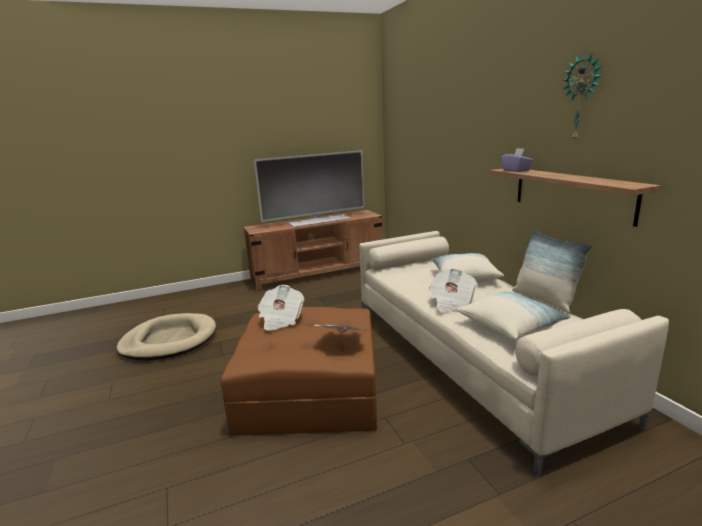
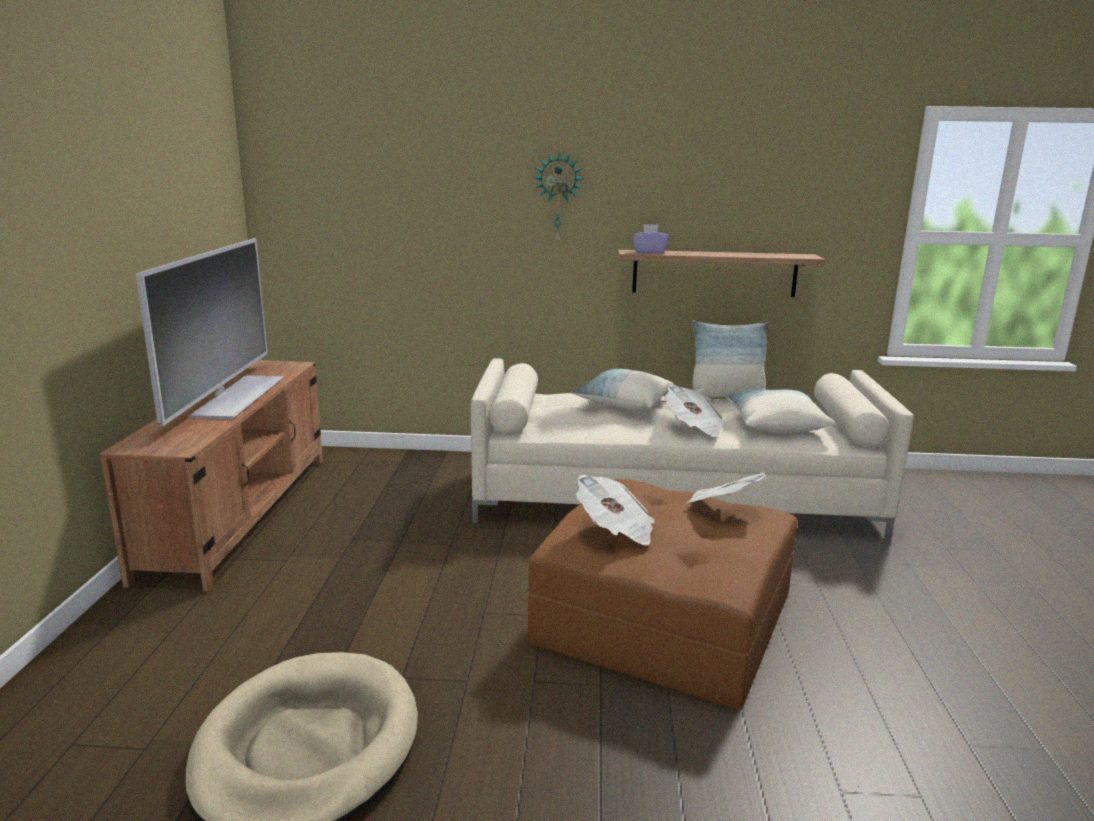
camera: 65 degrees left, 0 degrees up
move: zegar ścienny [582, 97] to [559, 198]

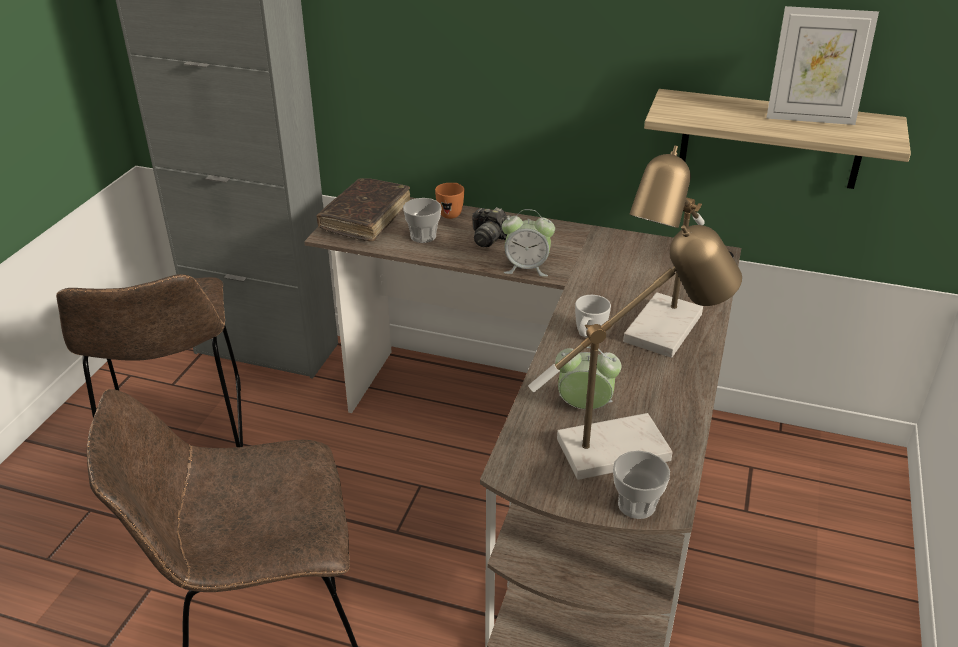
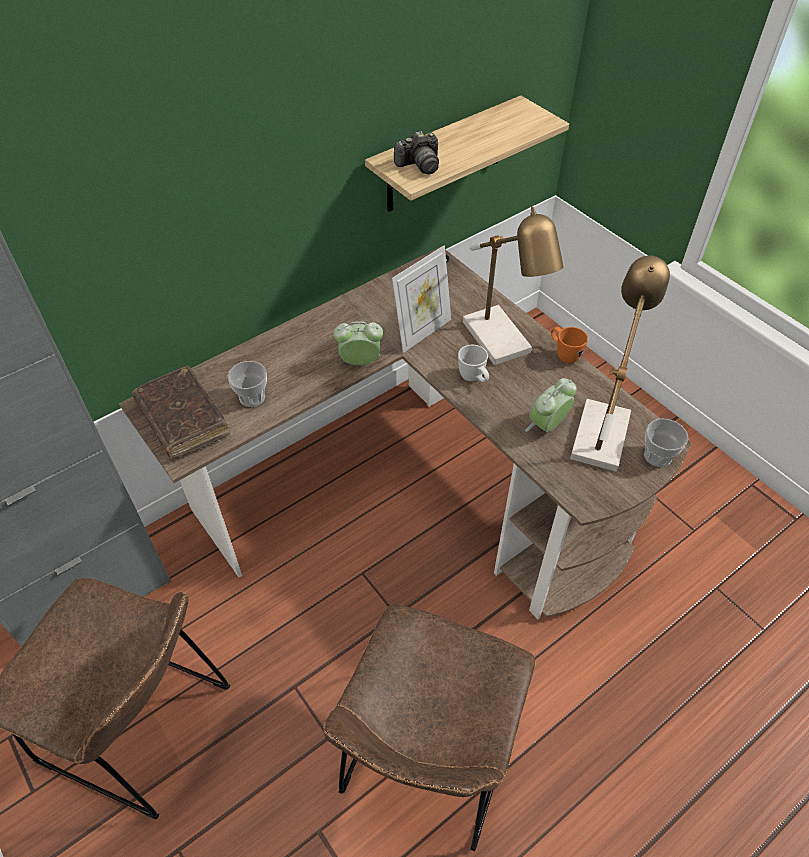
camera: 55 degrees left, 15 degrees up
move: ramka na zdjęcie [822, 65] to [421, 299]; kubek (pomarańczowy) [449, 201] to [569, 345]; aparat fotograficzny [491, 227] to [416, 152]
rotate: budzik [528, 243] = [358, 343] 135 degrees counterclockwise

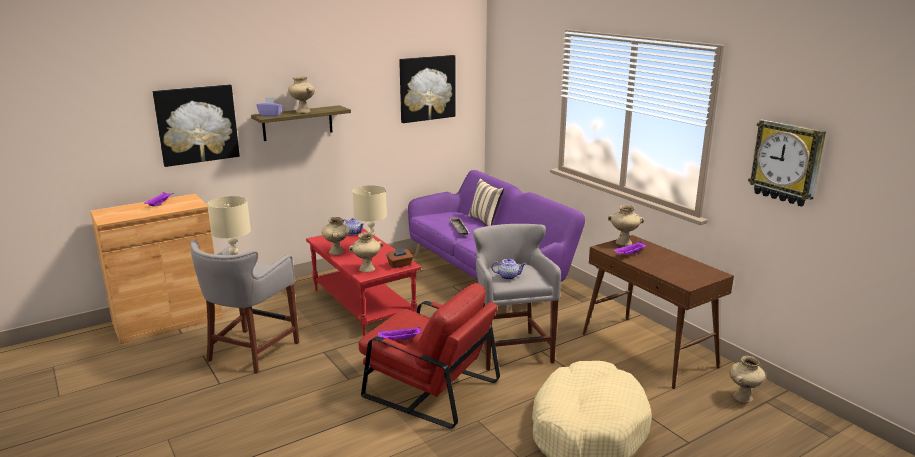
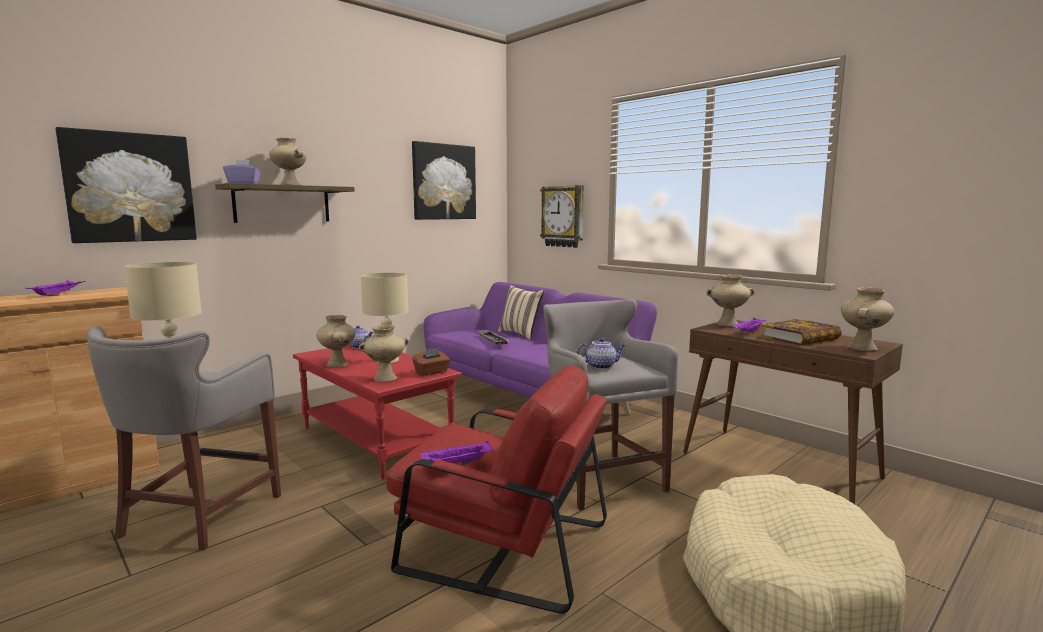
camera: 10 degrees left, 10 degrees down
insert: książka [801, 332]
move: zegar ścienny [787, 163] to [562, 216]; wazon (beżowy) [747, 379] to [868, 319]

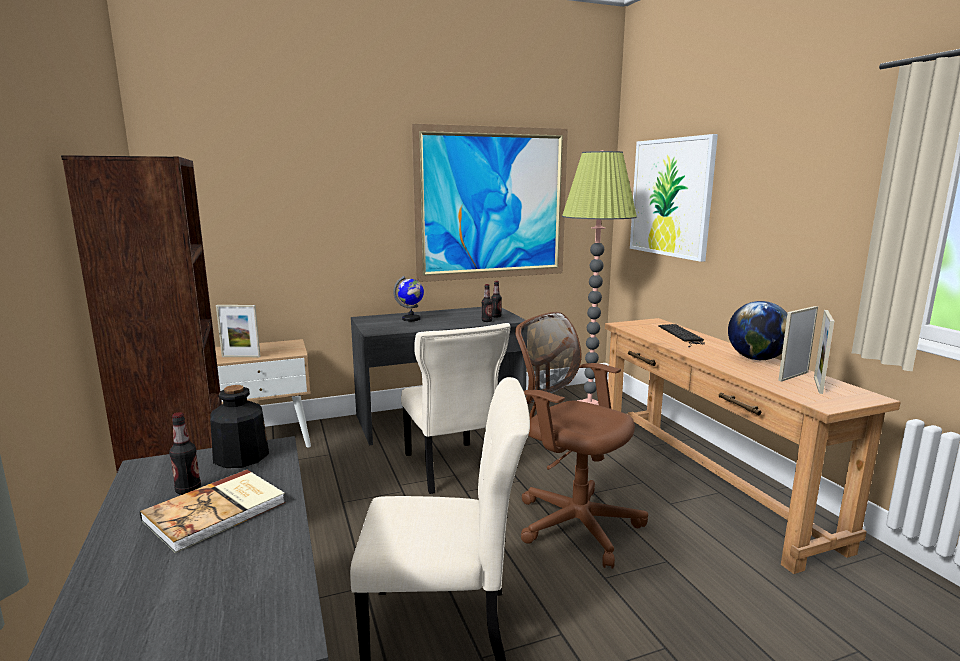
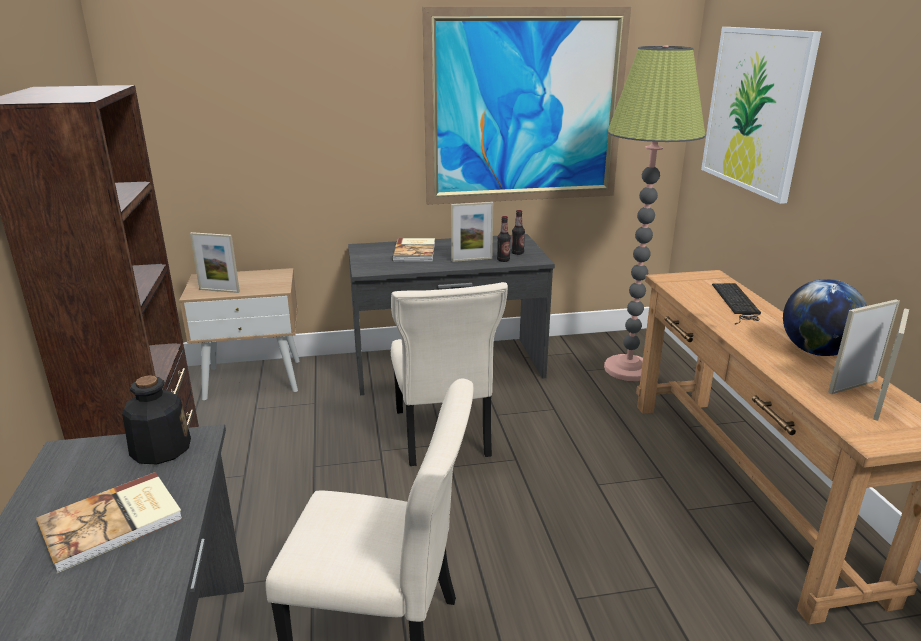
camera: 10 degrees right, 10 degrees up
delete: krzesło biurowe (brązowy) [581, 440]; butelka [185, 453]
insert: ramka na zdjęcie [472, 232]
replace: globus [408, 298] to książka [413, 249]

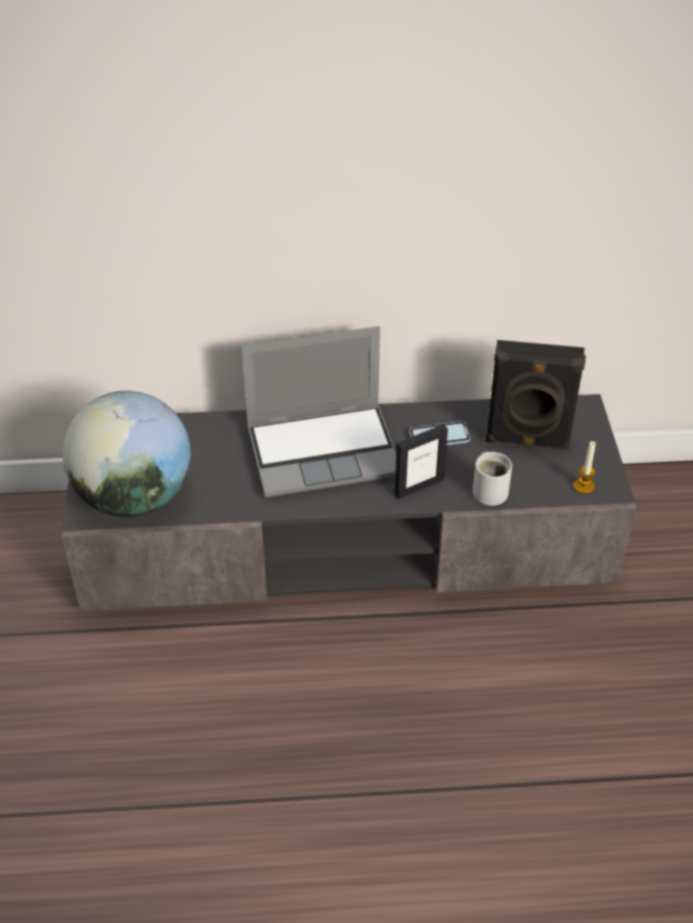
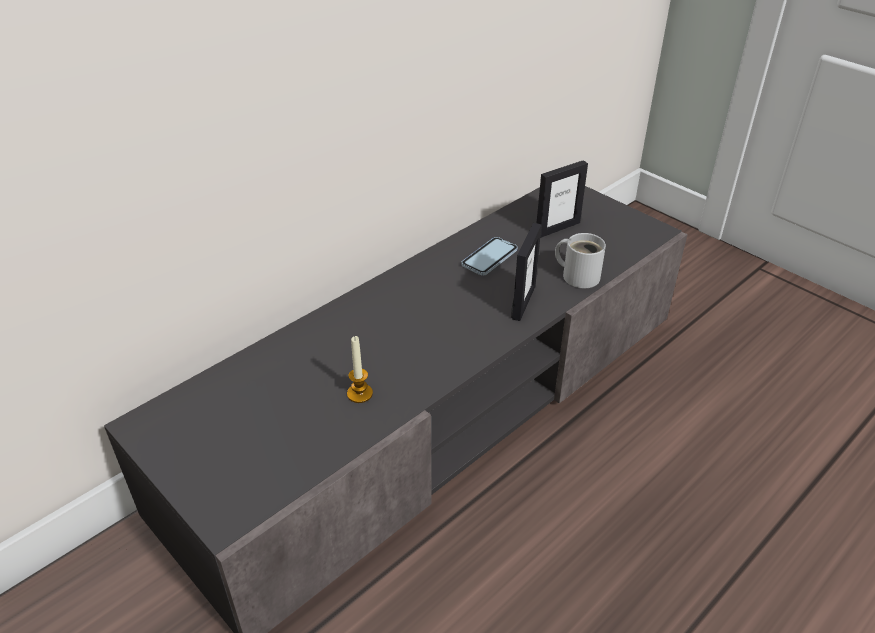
camera: 40 degrees left, 5 degrees down
delete: laptop [318, 411]; globus [127, 454]
move: świeca [585, 467] to [360, 369]
replace: głośnik (czarny) [535, 395] to ramka na zdjęcie [562, 199]

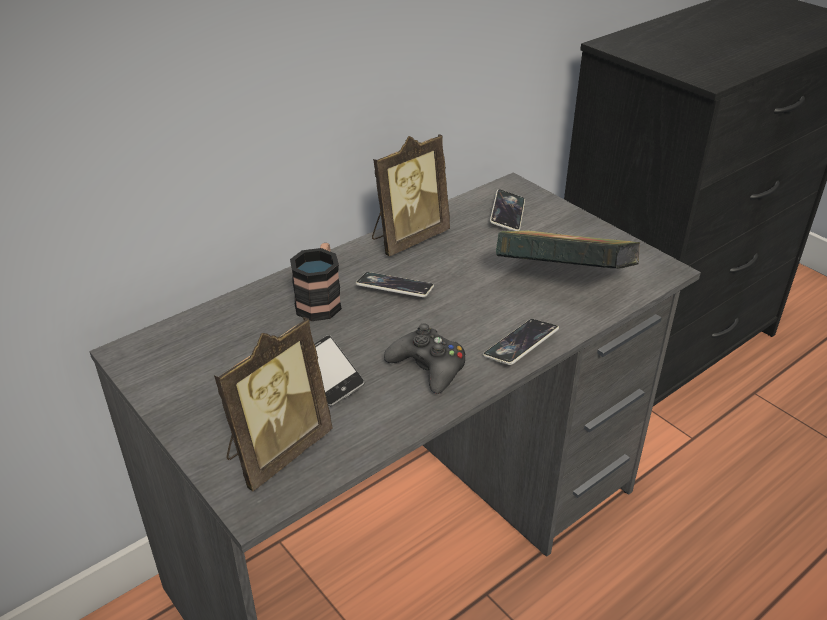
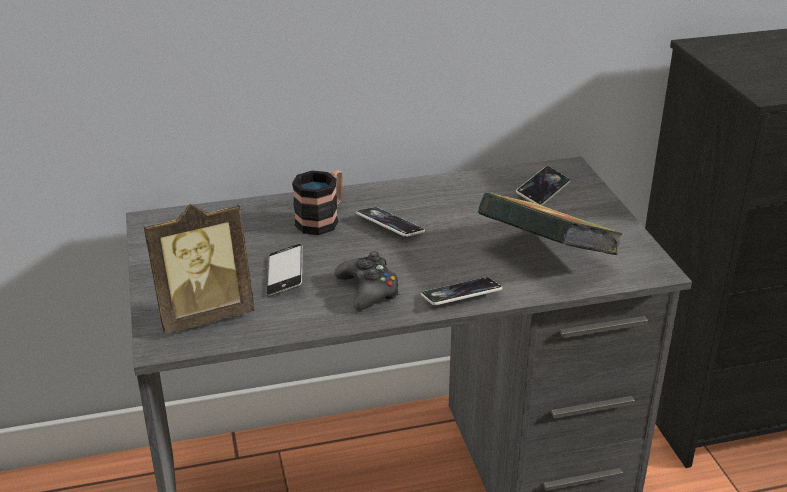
camera: 25 degrees right, 5 degrees down
delete: ramka na zdjęcie [411, 195]

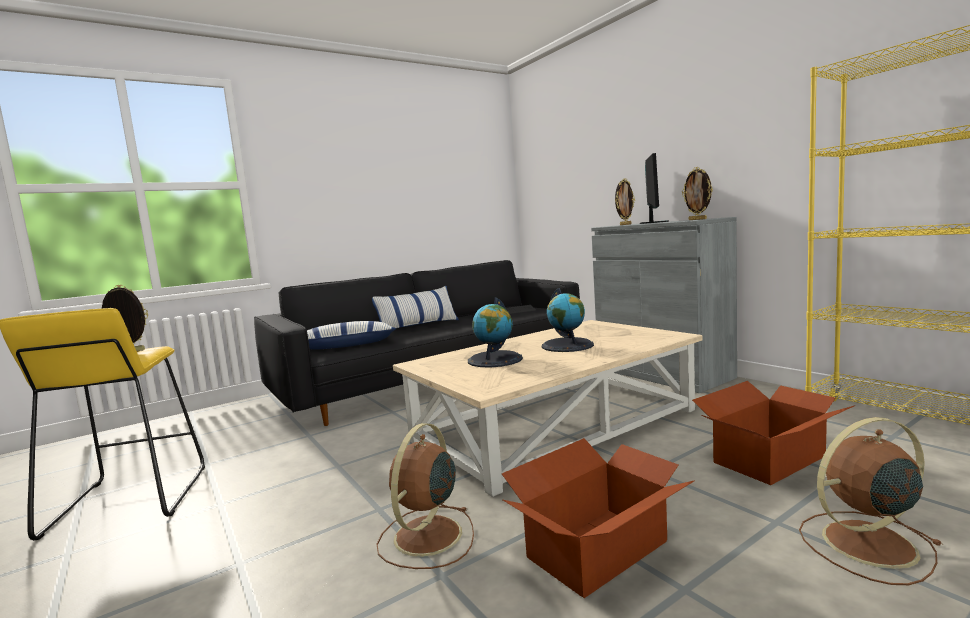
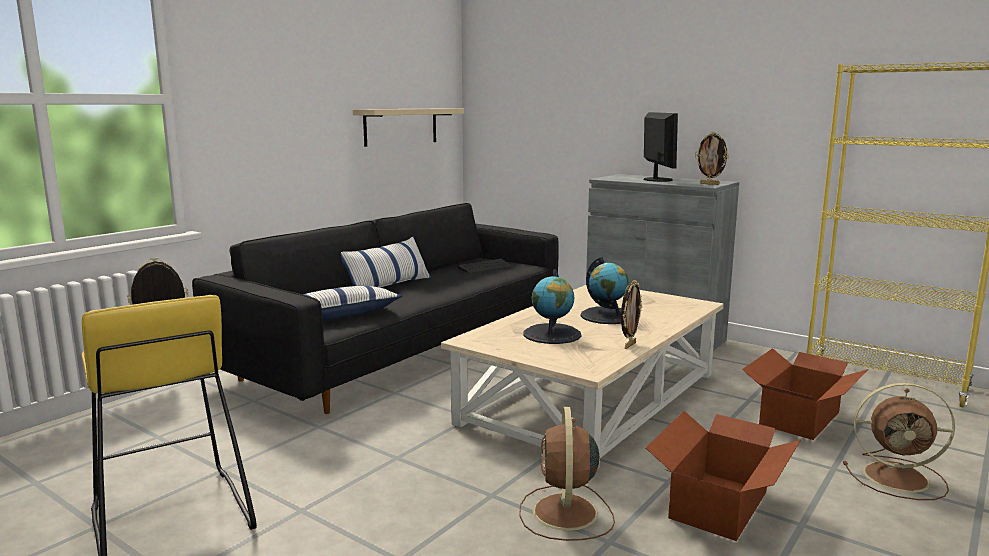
camera: 20 degrees left, 5 degrees up
insert: półka (beżowy) [408, 128]
move: ramka na zdjęcie [625, 201] to [631, 314]
rotate: wentylator (brązowy) [871, 501] = [899, 441] 135 degrees counterclockwise

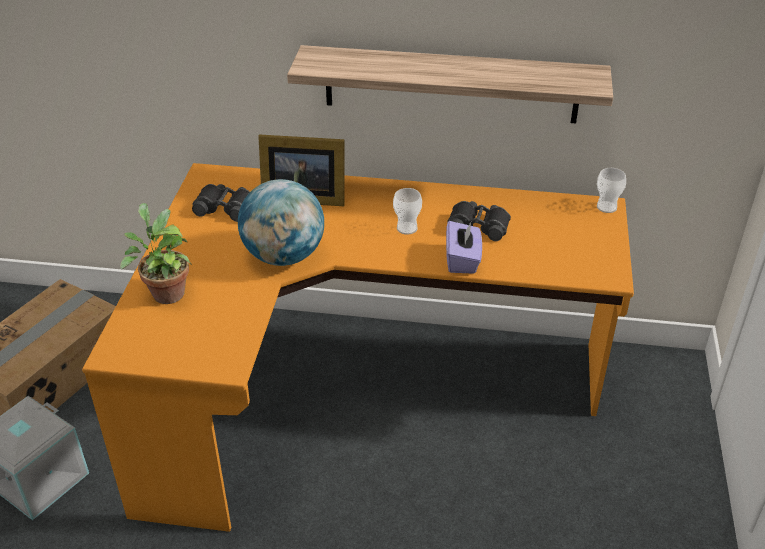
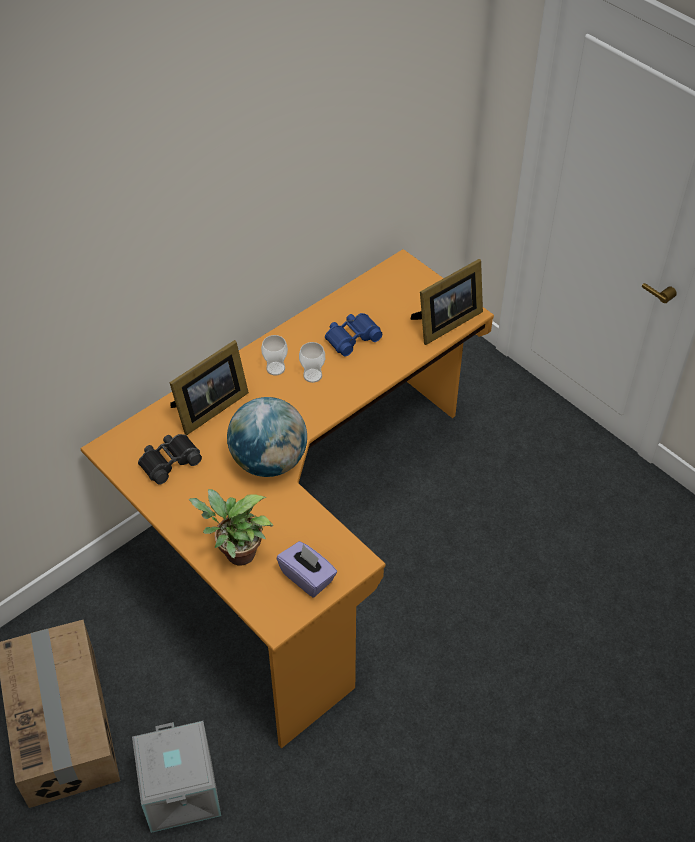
camera: 50 degrees left, 10 degrees up
delete: półka [450, 84]
insert: ramka na zdjęcie [446, 302]
move: filiżanka [611, 190] to [274, 355]; pudełko chusteczek (fioletowy) [464, 247] to [306, 569]
recolor: lornetka (czarny) [479, 221] to lornetka (niebieski) [353, 335]

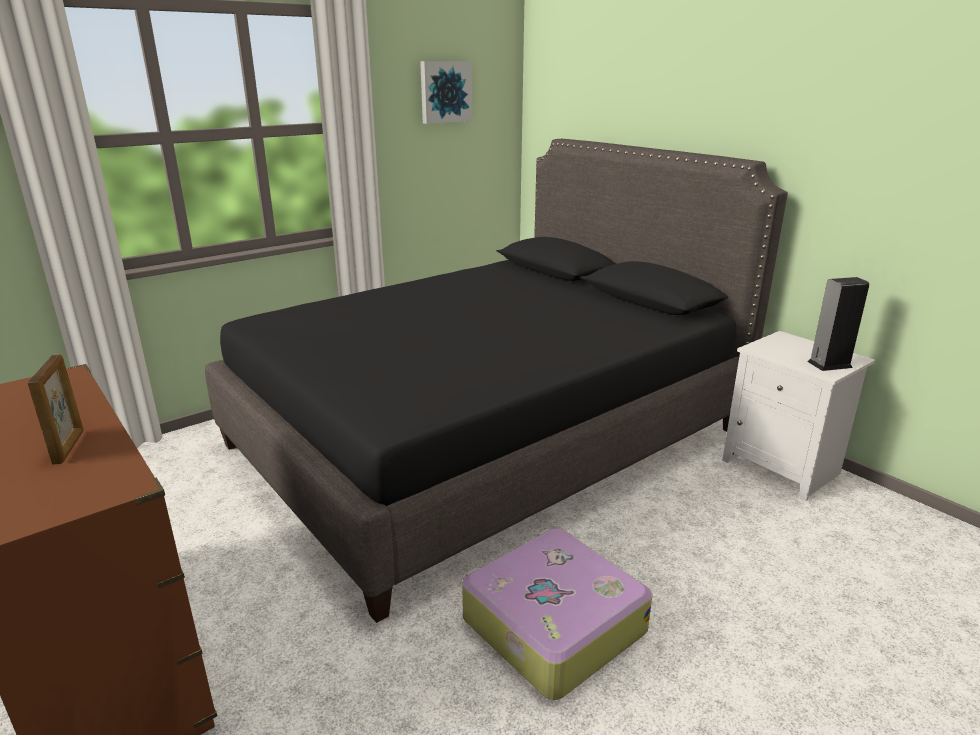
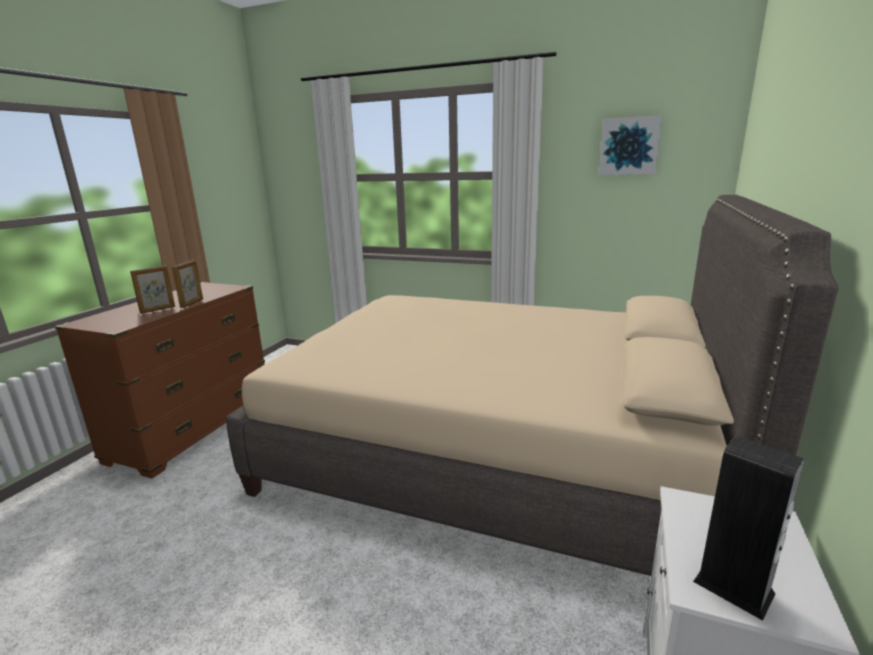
camera: 60 degrees right, 5 degrees down
delete: walizka [557, 614]
insert: ramka na zdjęcie [187, 284]
recolor: łóżko (czarny) [496, 381] to łóżko (beżowy) [532, 385]

